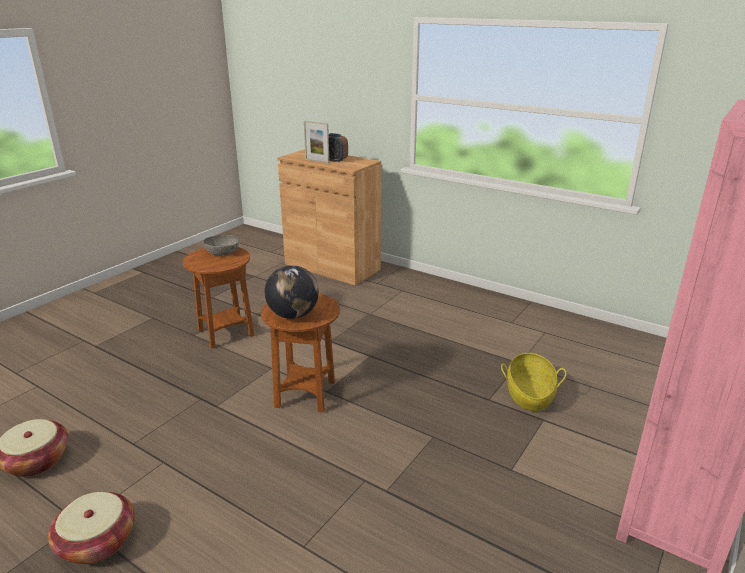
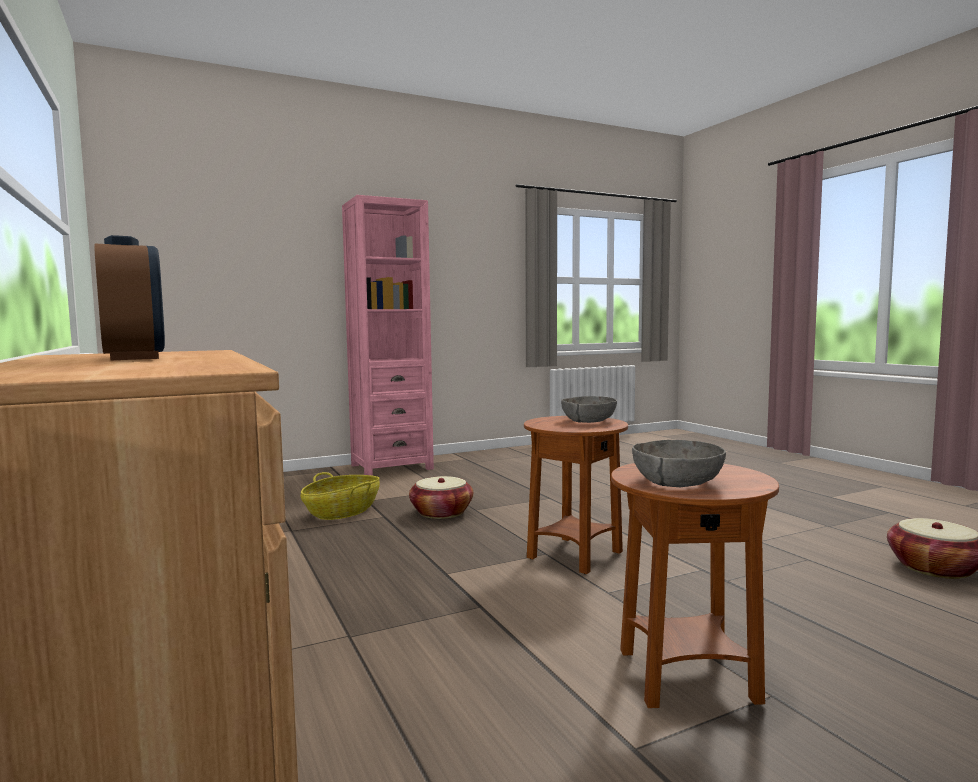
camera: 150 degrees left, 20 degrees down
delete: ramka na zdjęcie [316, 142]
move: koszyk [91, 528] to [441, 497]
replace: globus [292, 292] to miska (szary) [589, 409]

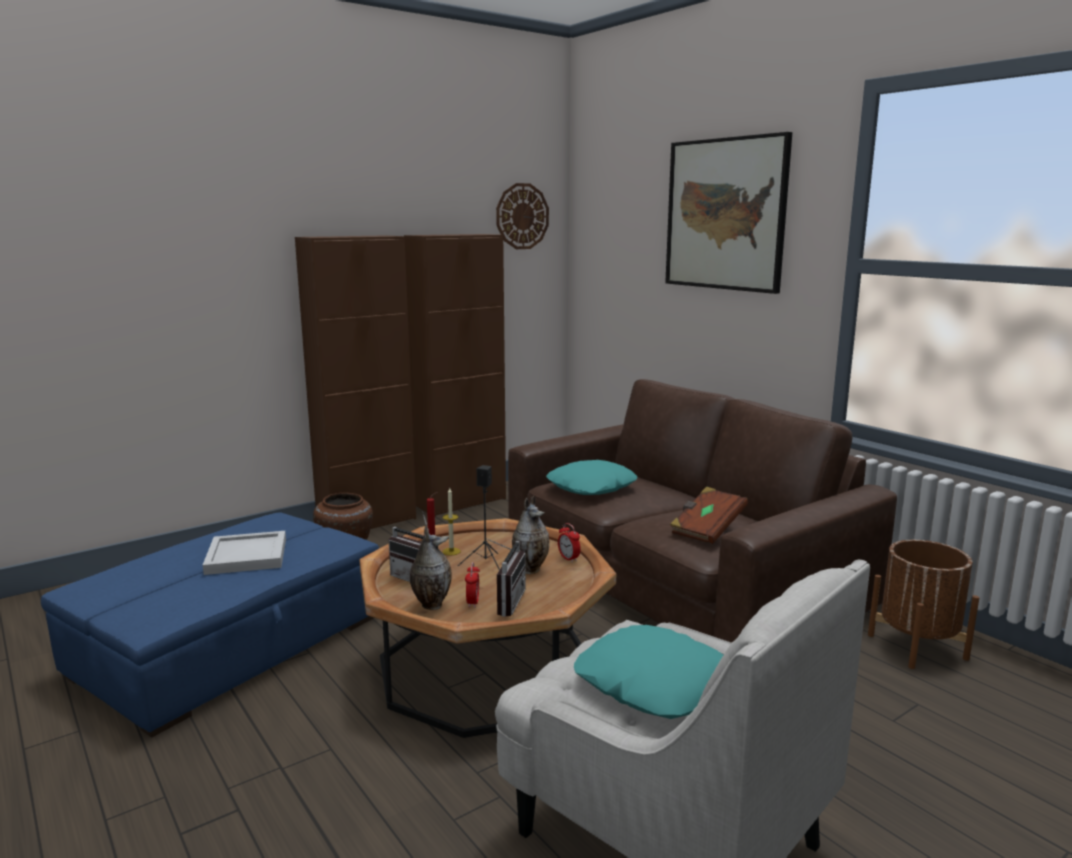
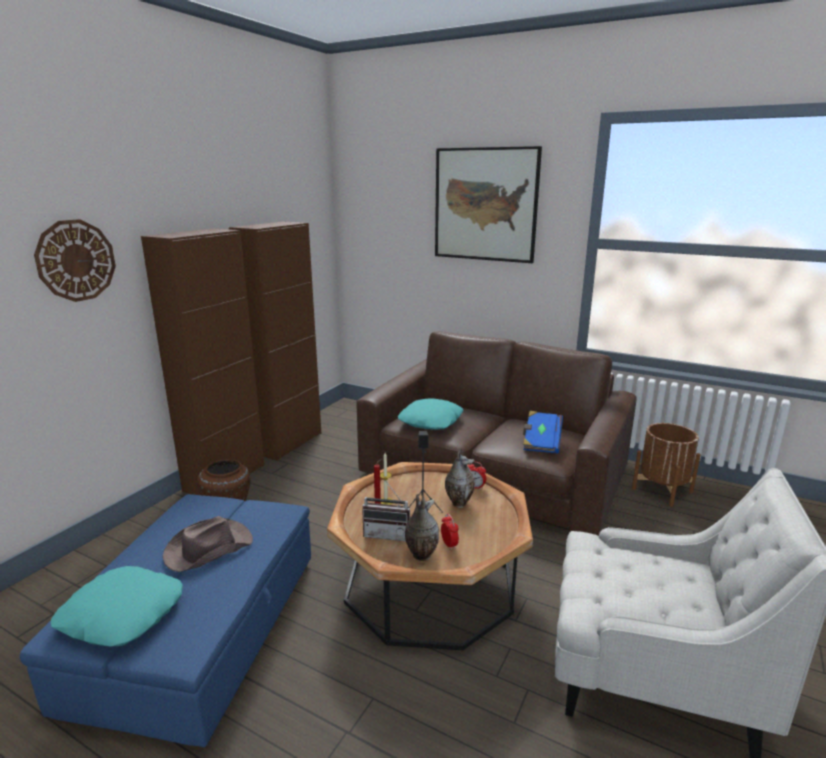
camera: 25 degrees left, 5 degrees up
delete: radio [506, 577]
move: zegar ścienny [522, 216] to [75, 260]; poduszka (turkusowy) [648, 672] to [117, 606]
replace: taca (biały) [244, 553] to kapelusz (brązowy) [208, 544]
recolor: książka (brązowy) [709, 515] to książka (niebieski) [543, 432]

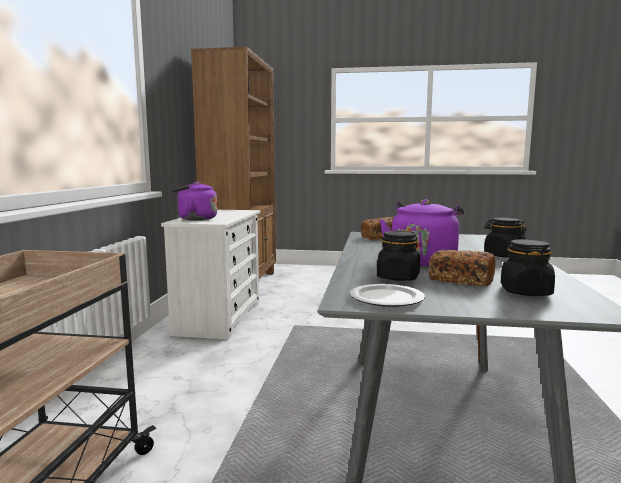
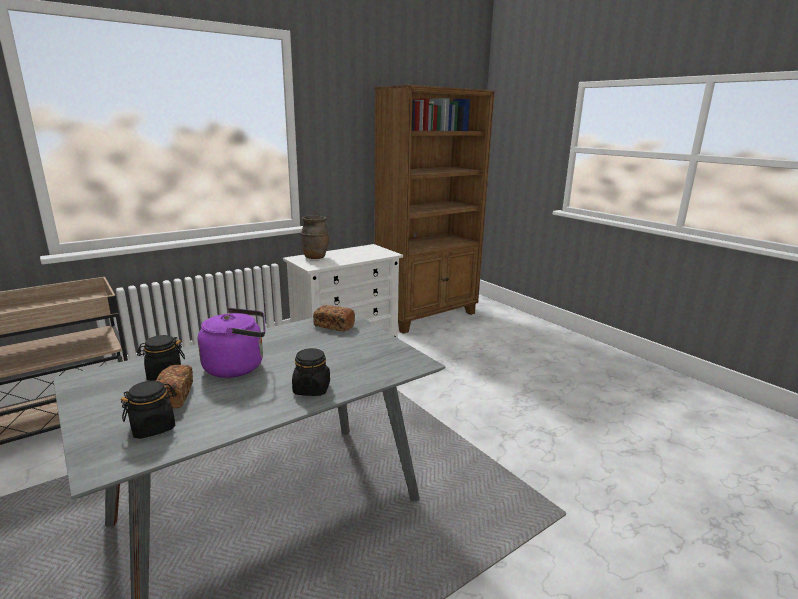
camera: 45 degrees right, 10 degrees up
delete: talerz [387, 295]
replace: czajnik (fioletowy) [194, 200] to wazon (brązowy) [314, 237]

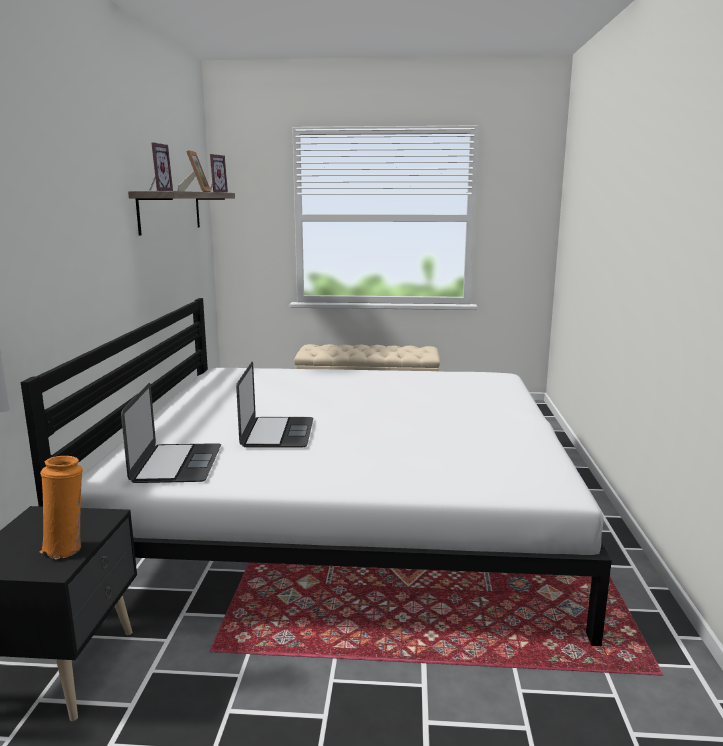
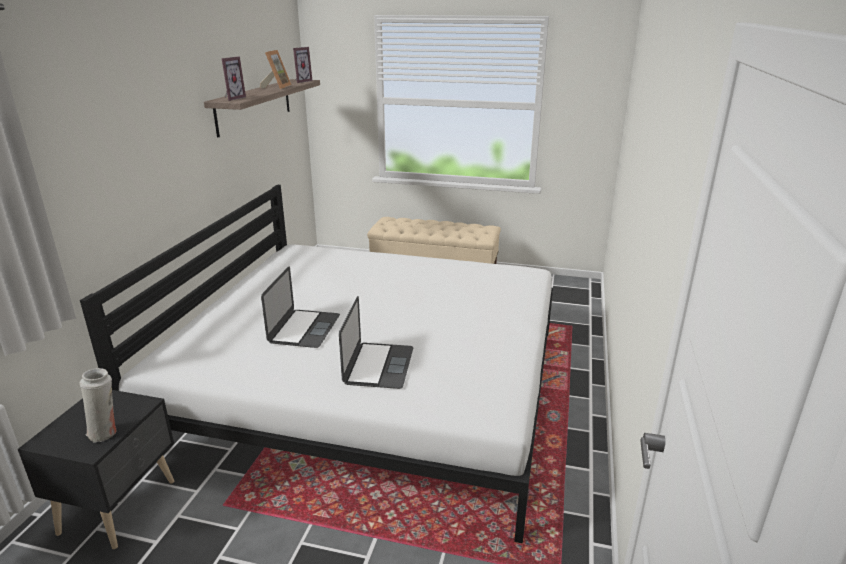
camera: 10 degrees right, 10 degrees up
move: laptop [171, 433] to [376, 342]
recolor: wazon (pomarańczowy) [61, 507] to wazon (biały) [97, 405]

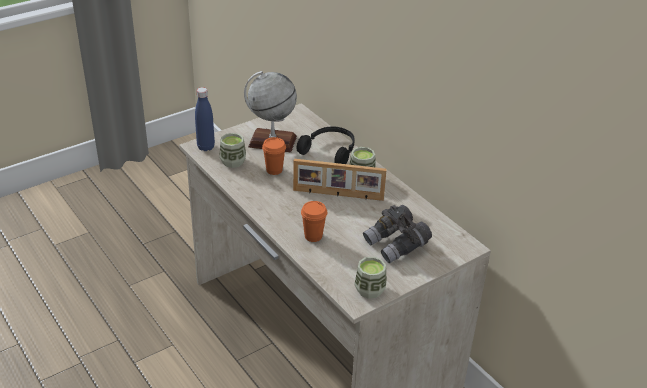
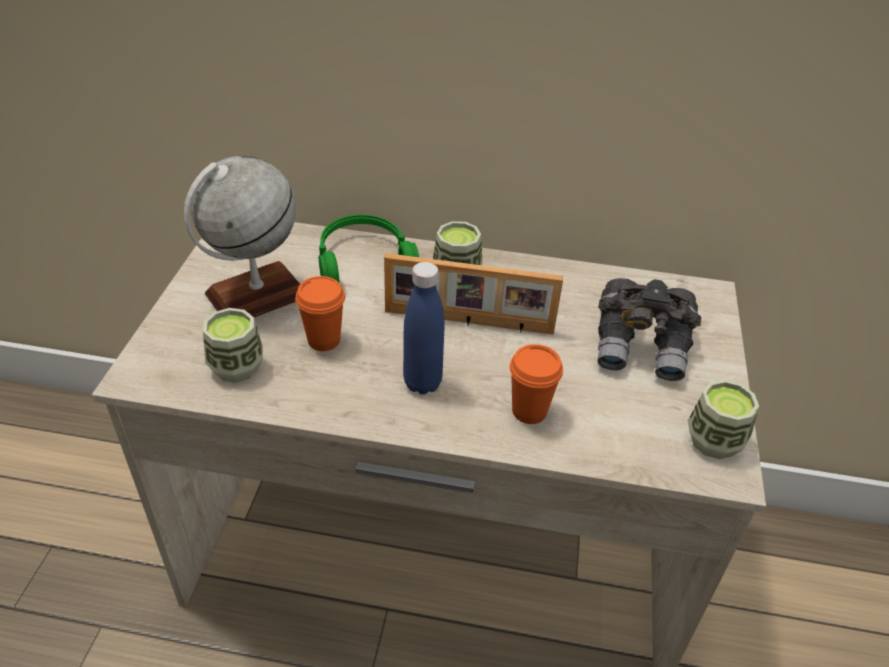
camera: 45 degrees left, 5 degrees up
move: butelka (niebieski) [205, 119] to [424, 328]
recolor: słuchawki (czarny) [325, 145] to słuchawki (zielony) [369, 248]
rotate: ramka na zdjęcie [340, 180] = [473, 294] 45 degrees clockwise

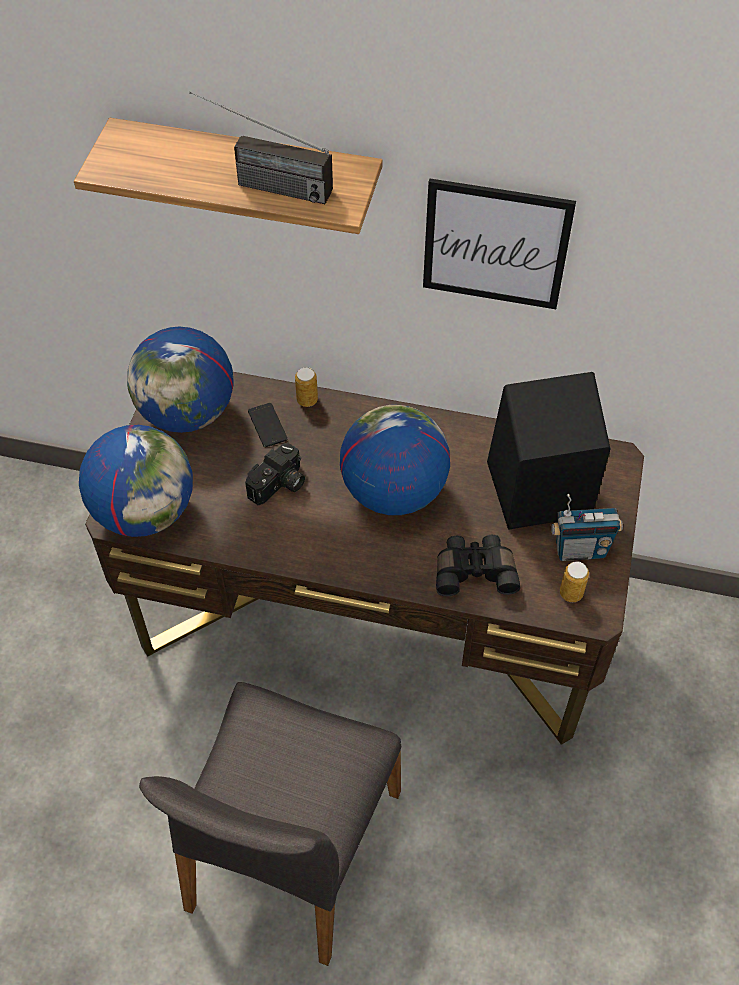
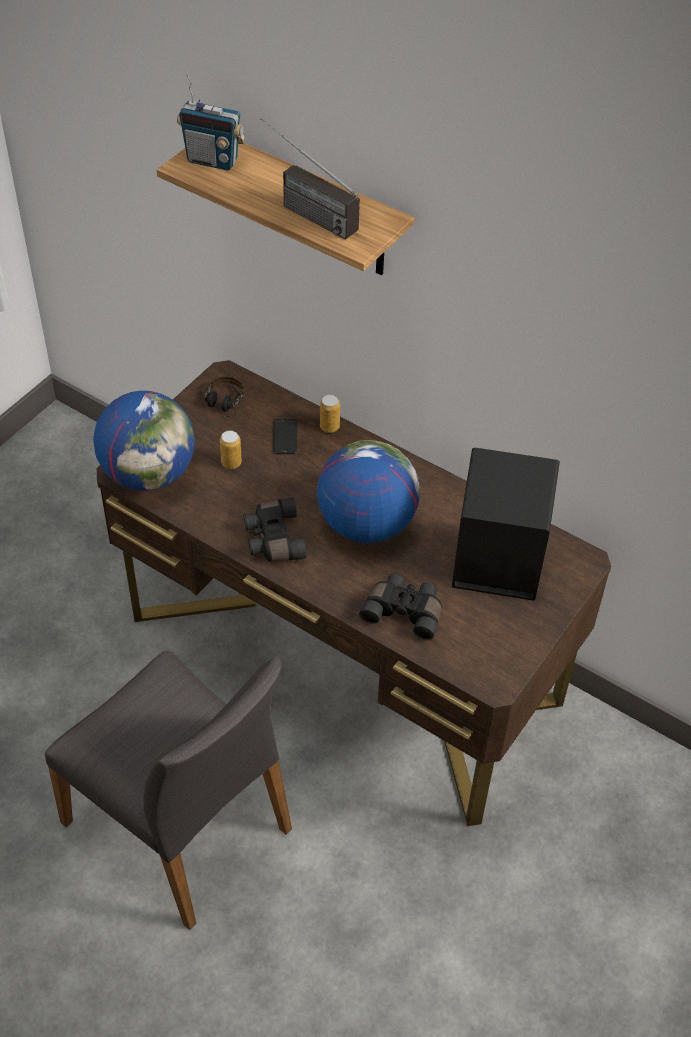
camera: 20 degrees right, 5 degrees down
delete: obraz [499, 244]; aparat fotograficzny [275, 473]
insert: lornetka (czarny) [275, 529]
move: radio [586, 527] to [211, 122]; puszka [574, 581] to [231, 449]
replace: globus [180, 380] to słuchawki [224, 397]
rotate: krzesło (szary) [270, 824] = [168, 790] 90 degrees counterclockwise

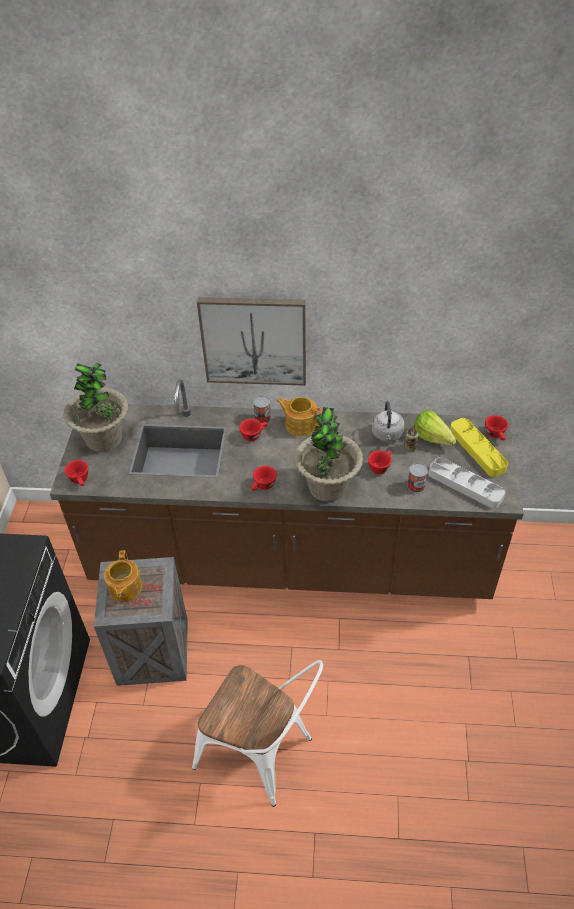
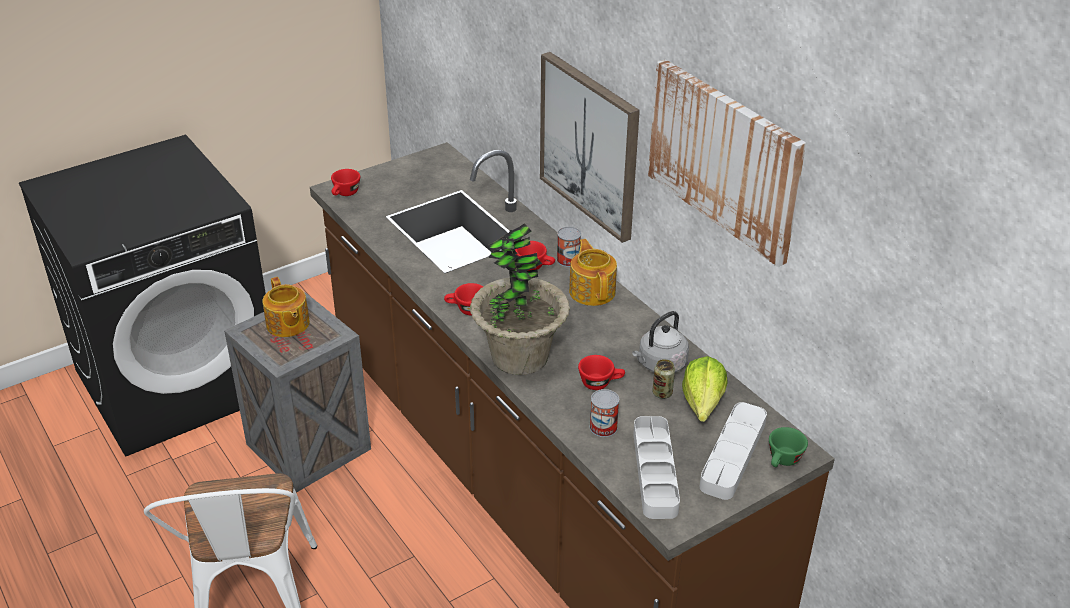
camera: 50 degrees right, 10 degrees down
delete: roślina doniczkowa [95, 407]
insert: obraz [727, 163]
recolor: filiżanka (czerwony) [496, 427] to filiżanka (zielony) [788, 447]; taca (żółty) [479, 447] to taca (szary) [733, 451]
rotate: imbryk [123, 576] = [286, 307] 75 degrees counterclockwise

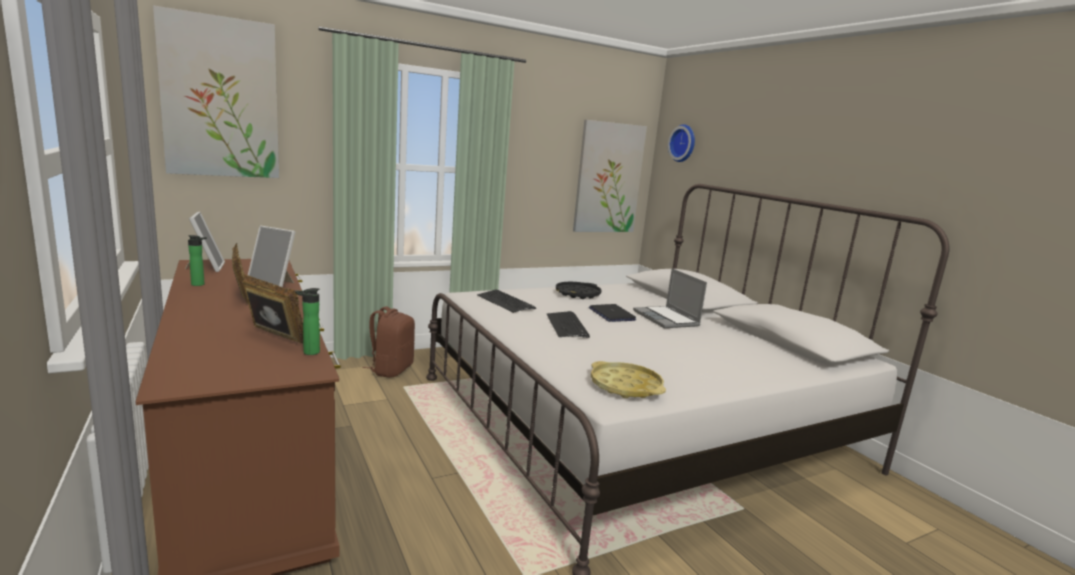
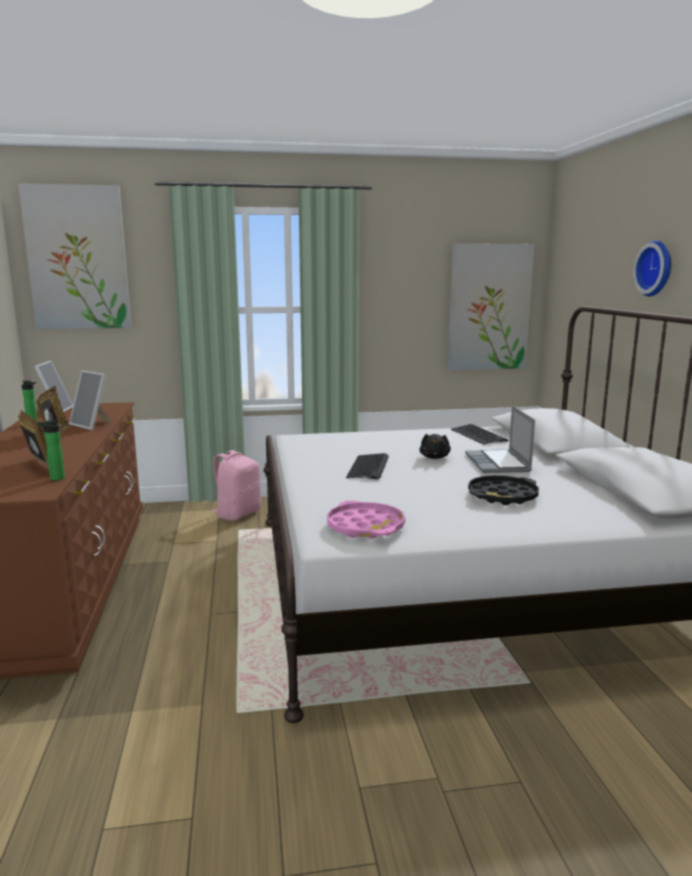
camera: 20 degrees right, 0 degrees up
move: zegar ścienny [681, 143] to [652, 268]; taca (czarny) [579, 290] to [503, 490]; klawiatura [506, 301] to [479, 434]
replace: laptop [612, 313] to pluszak (czarny) [435, 446]
recolor: plecak (brązowy) [389, 342] to plecak (różowy) [236, 485]; taca (żółty) [628, 379] to taca (różowy) [366, 520]

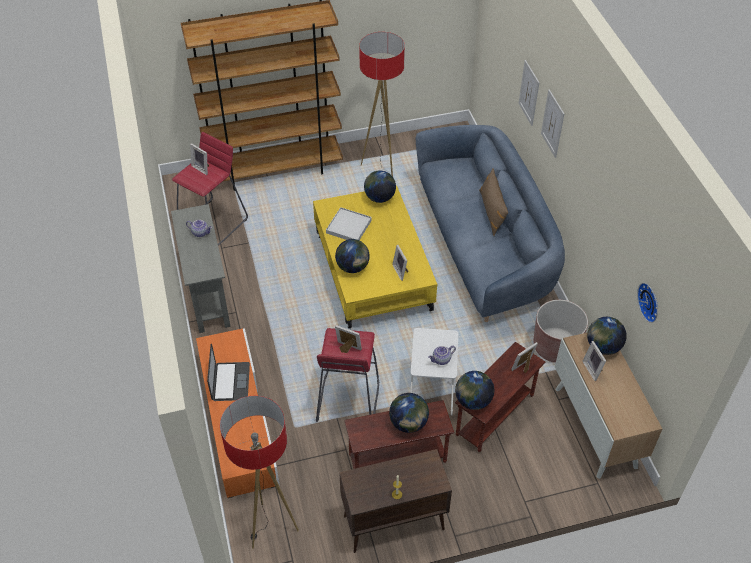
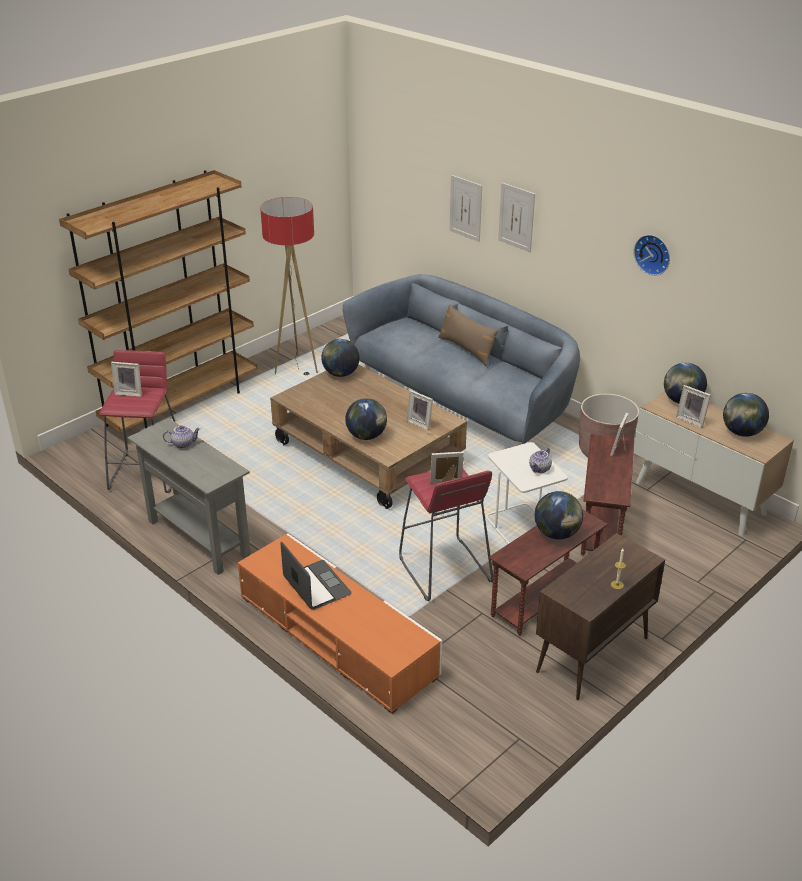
camera: 30 degrees left, 15 degrees down
delete: taca (biały) [349, 223]; lampa stojąca [259, 472]
move: zegar ścienny [647, 303] to [652, 255]; globus [474, 390] to [746, 415]
recolor: ława (żółty) [375, 257] to ława (brązowy) [368, 437]

